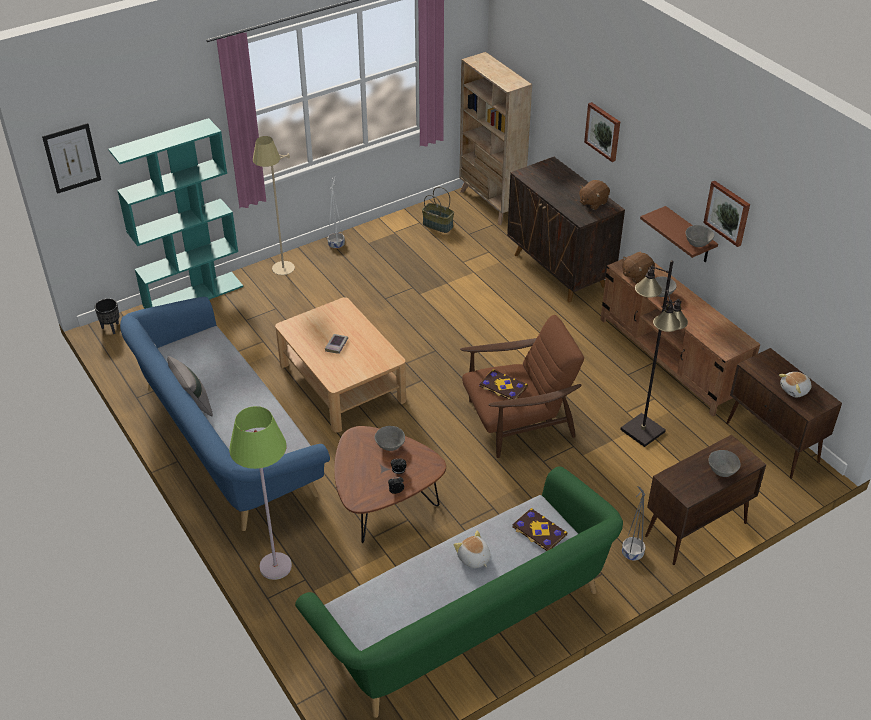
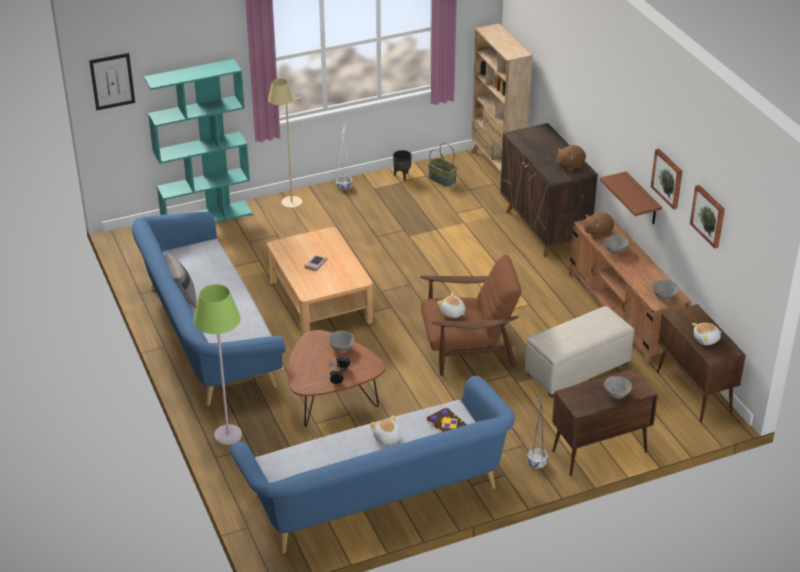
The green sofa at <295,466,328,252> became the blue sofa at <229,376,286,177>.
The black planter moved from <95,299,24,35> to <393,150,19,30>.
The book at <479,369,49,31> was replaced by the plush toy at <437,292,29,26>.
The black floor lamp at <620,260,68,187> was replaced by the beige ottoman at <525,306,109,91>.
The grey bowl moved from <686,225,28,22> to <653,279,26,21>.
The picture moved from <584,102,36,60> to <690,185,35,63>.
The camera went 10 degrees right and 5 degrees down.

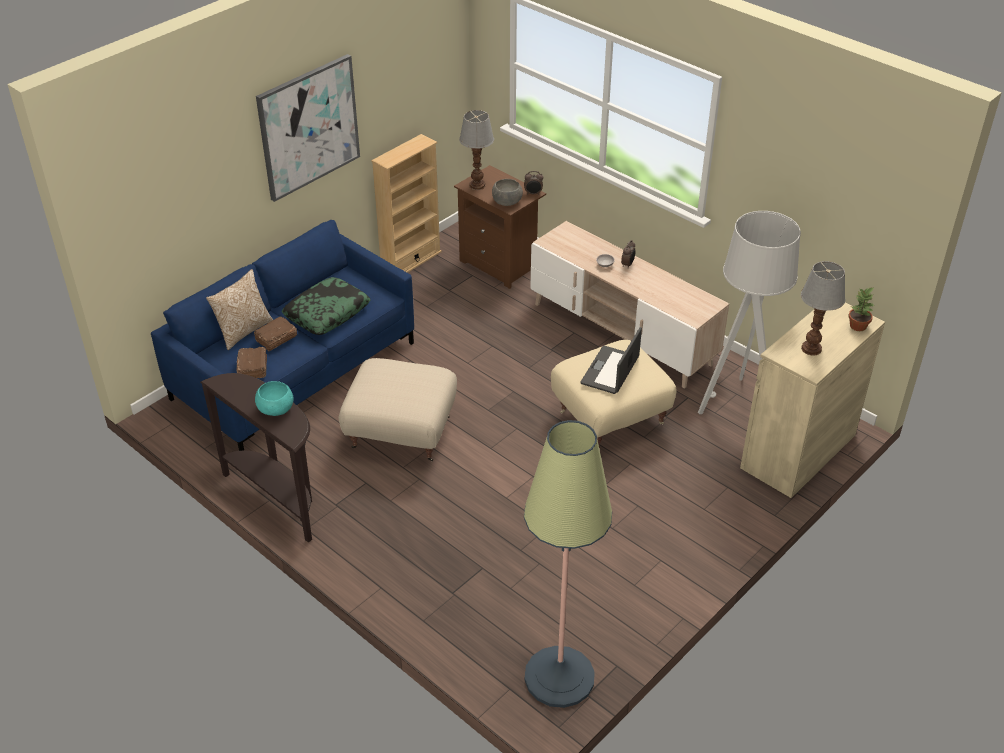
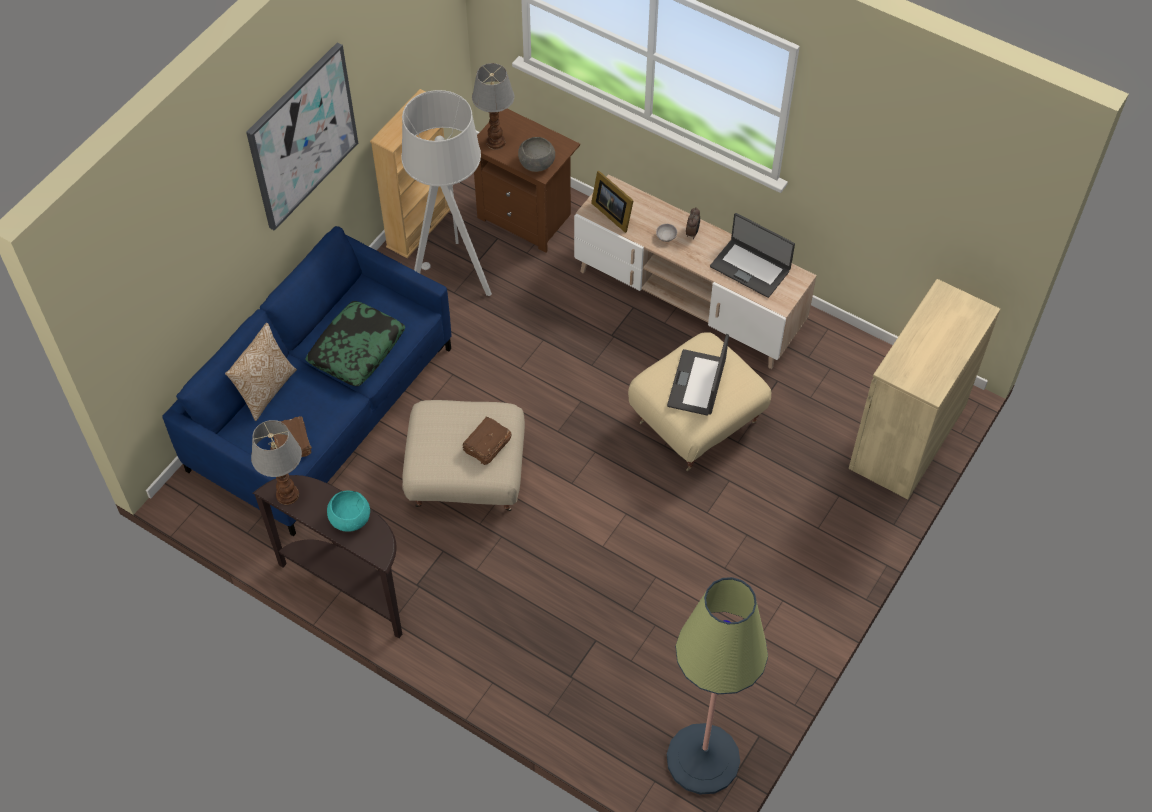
The table lamp moved from <801,261,44,95> to <251,420,51,85>.
The grey floor lamp moved from <698,211,103,203> to <401,90,91,206>.
The brown book moved from <254,316,43,35> to <462,416,50,49>.
The picture frame at <591,171,43,62> appeared.
The laptop at <710,213,85,85> appeared.
The alarm clock at <524,171,19,24> disappeared.
The potted plant at <848,287,27,44> disappeared.
The camera went 10 degrees left and 15 degrees up.

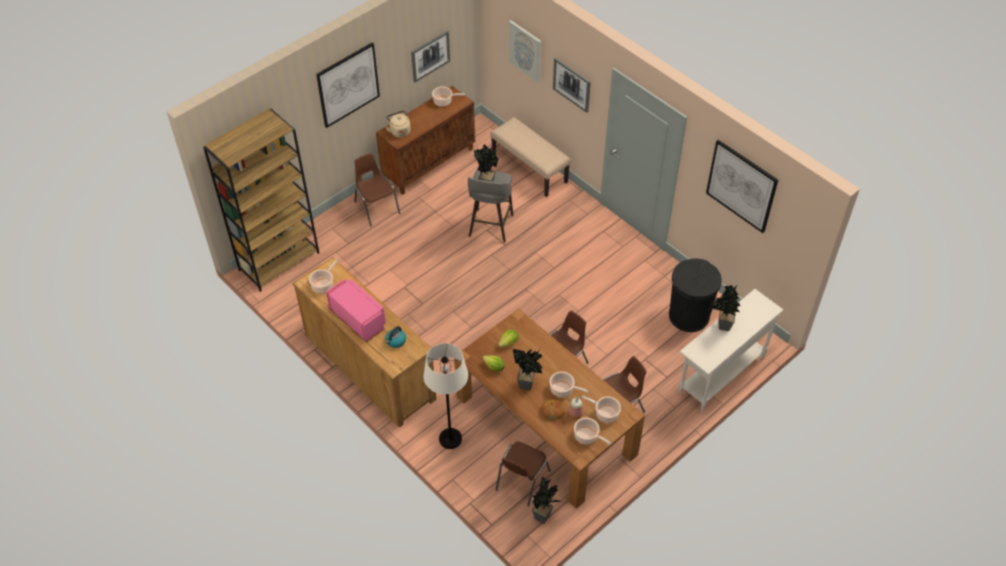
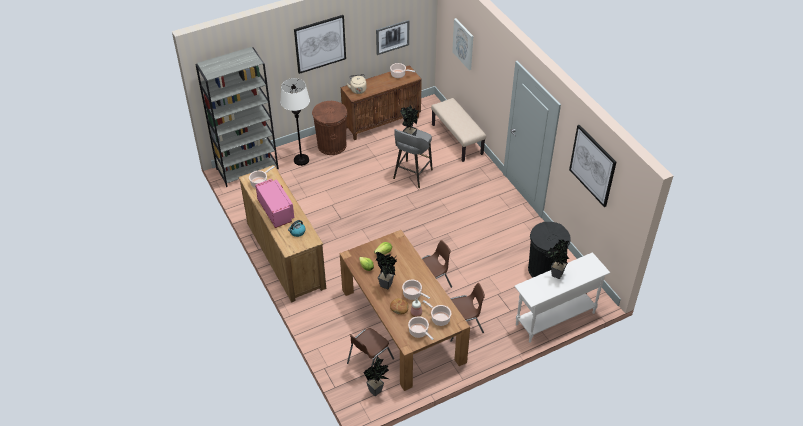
The brown bookcase at <203,109,116,183> became the grey bookcase at <195,47,84,140>.
The white floor lamp moved from <423,343,45,106> to <280,78,30,88>.
The brown chair at <355,153,45,73> was replaced by the brown trash can at <312,101,35,54>.
The picture at <553,57,38,56> disappeared.
The camera went 15 degrees right and 5 degrees down.

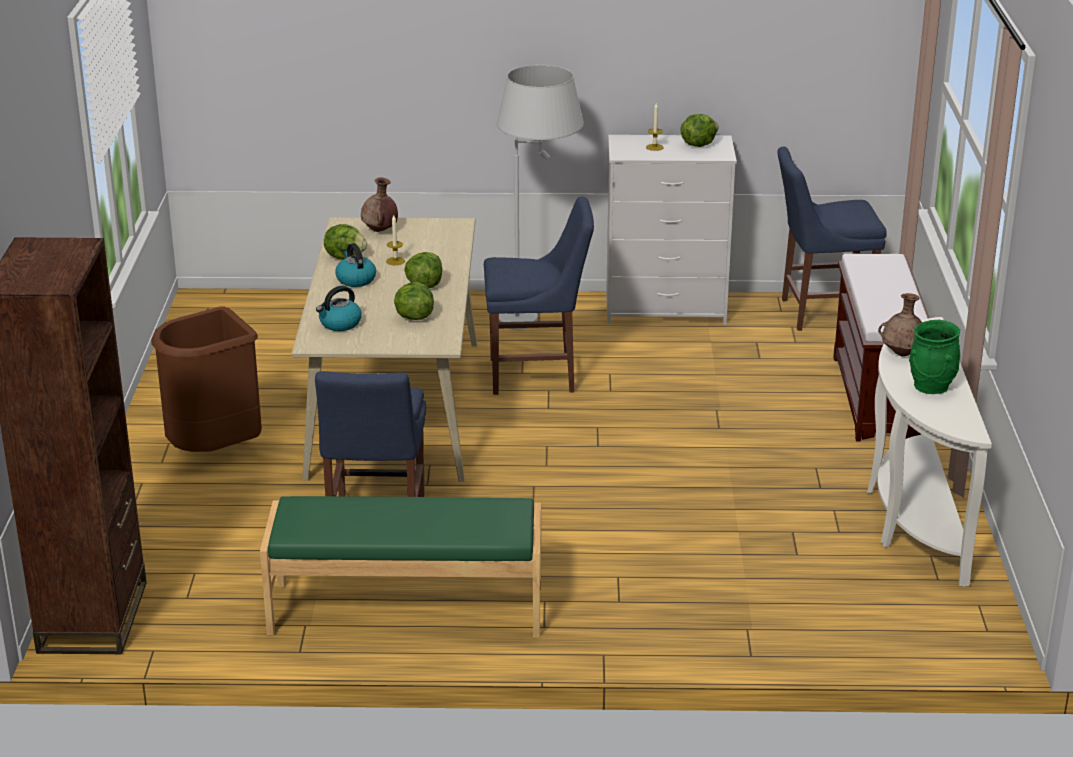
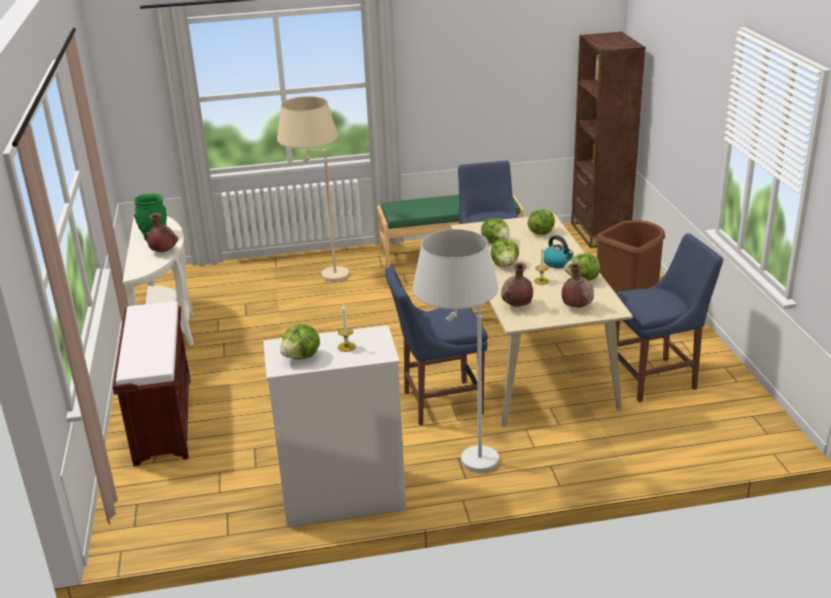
The beige floor lamp at <277,96,72,186> appeared.
The brown vase at <501,262,32,45> appeared.
The kettle at <316,286,46,45> was replaced by the lettuce at <528,209,27,26>.
The blue chair moved from <777,147,110,184> to <610,234,113,168>.
The camera went 170 degrees right and 0 degrees up.

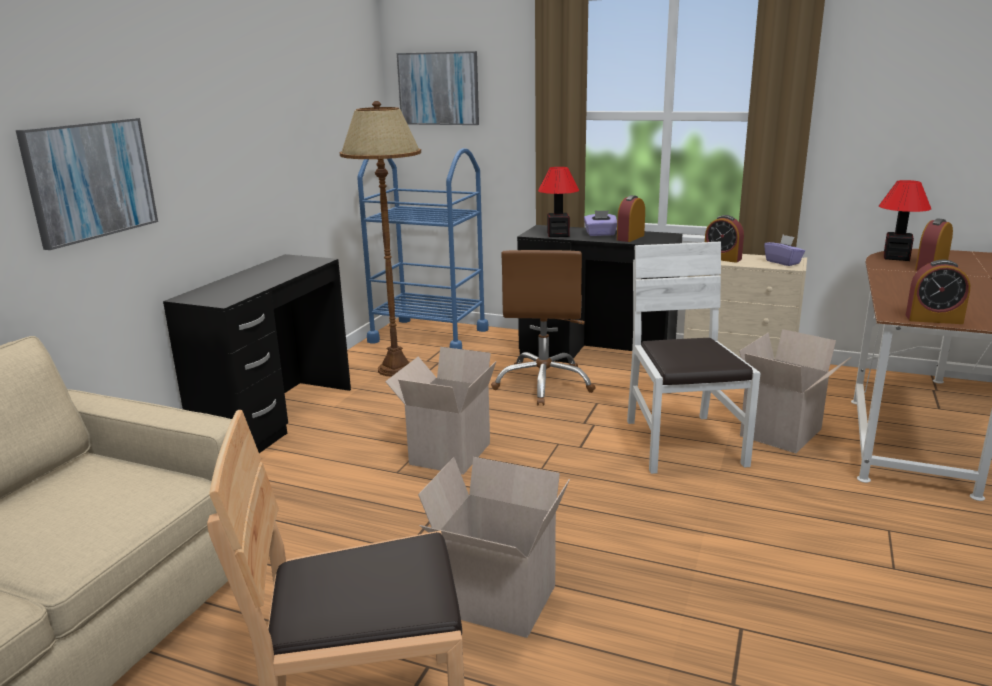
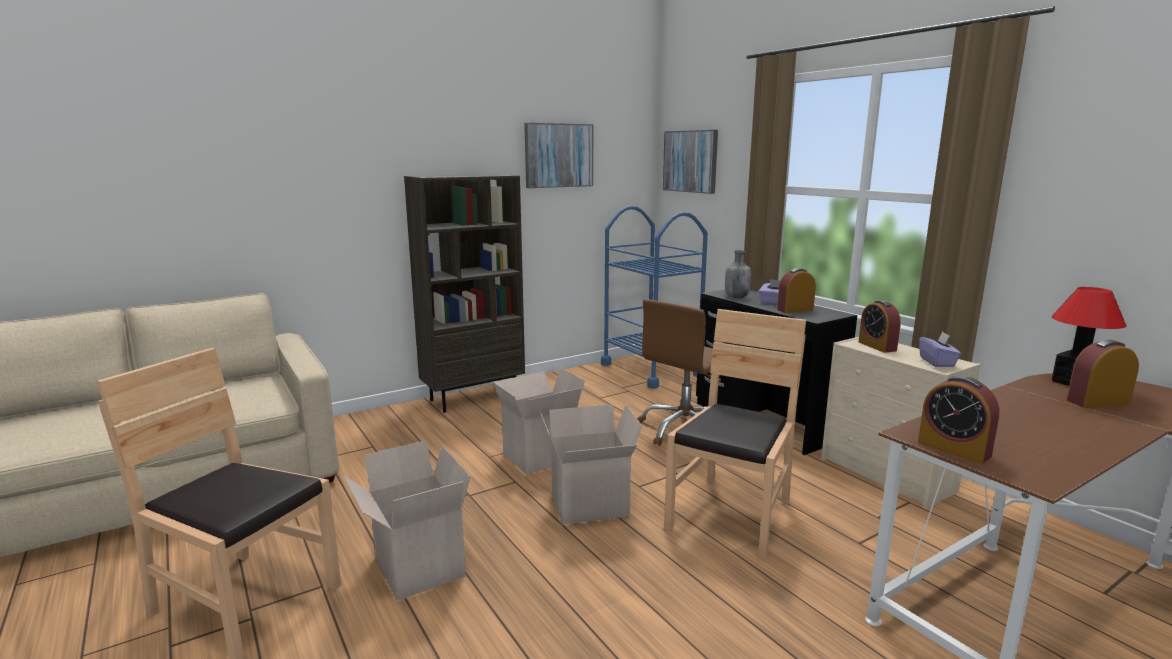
The black desk at <163,254,188,199> was replaced by the brown bookcase at <404,174,121,239>.
The picture moved from <16,118,142,132> to <524,123,69,65>.
The cardboard box moved from <739,329,113,124> to <540,404,102,121>.
The white chair at <627,242,133,232> became the brown chair at <664,309,142,250>.
The table lamp at <538,167,41,70> was replaced by the grey bottle at <725,250,26,48>.
The brown floor lamp at <340,101,81,276> disappeared.
The camera went 35 degrees right and 5 degrees down.

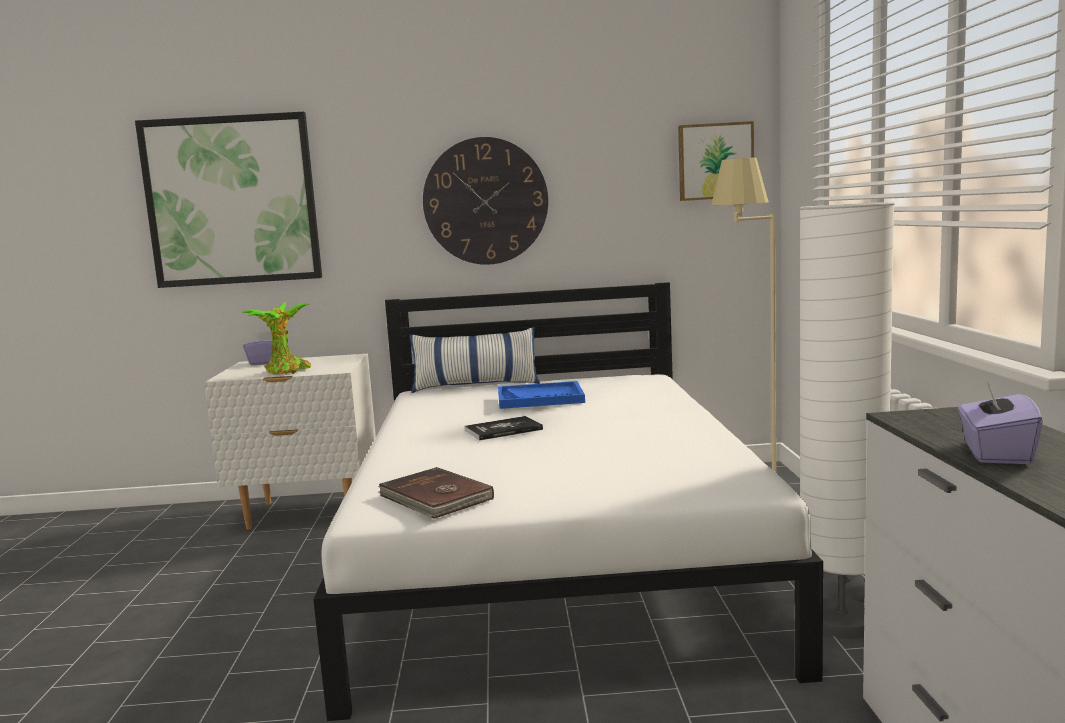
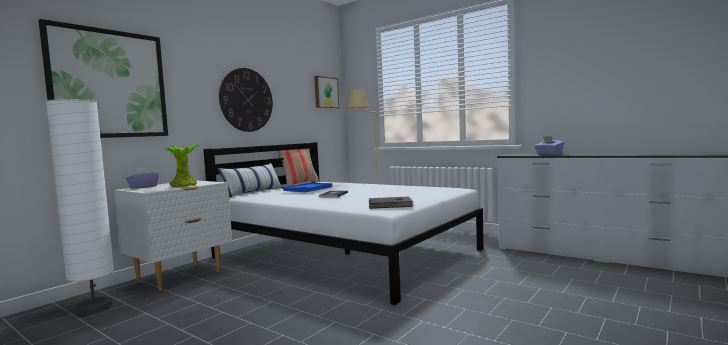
The white floor lamp moved from <799,202,96,437> to <46,99,68,216>.
The pillow at <277,148,42,38> appeared.
The camera went 50 degrees left and 5 degrees down.

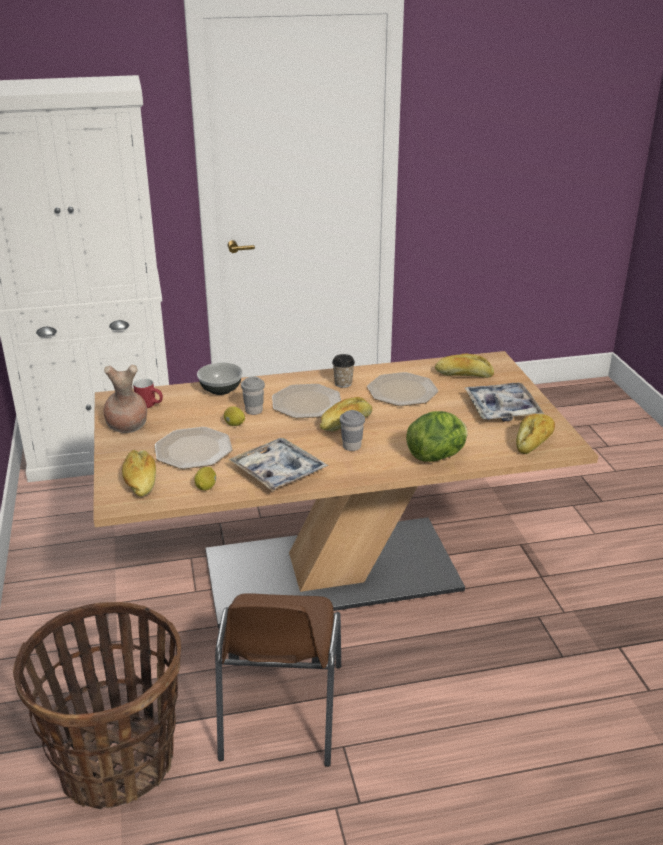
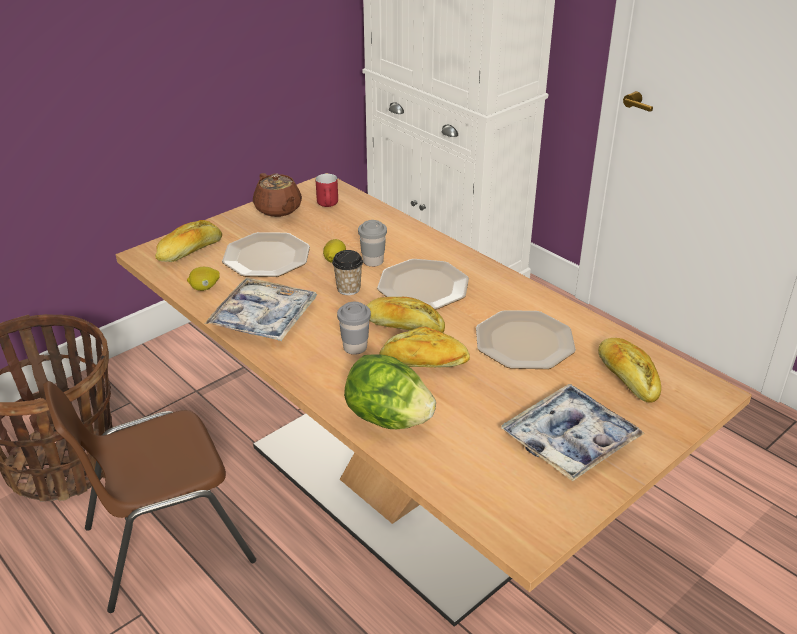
The brown vase at <104,365,43,68> was replaced by the brown teapot at <253,173,49,44>.
The cup moved from <332,354,23,34> to <332,250,31,45>.
The bread moved from <516,414,39,40> to <379,326,91,41>.
The bowl at <197,363,46,32> disappeared.
The camera went 60 degrees right and 5 degrees up.

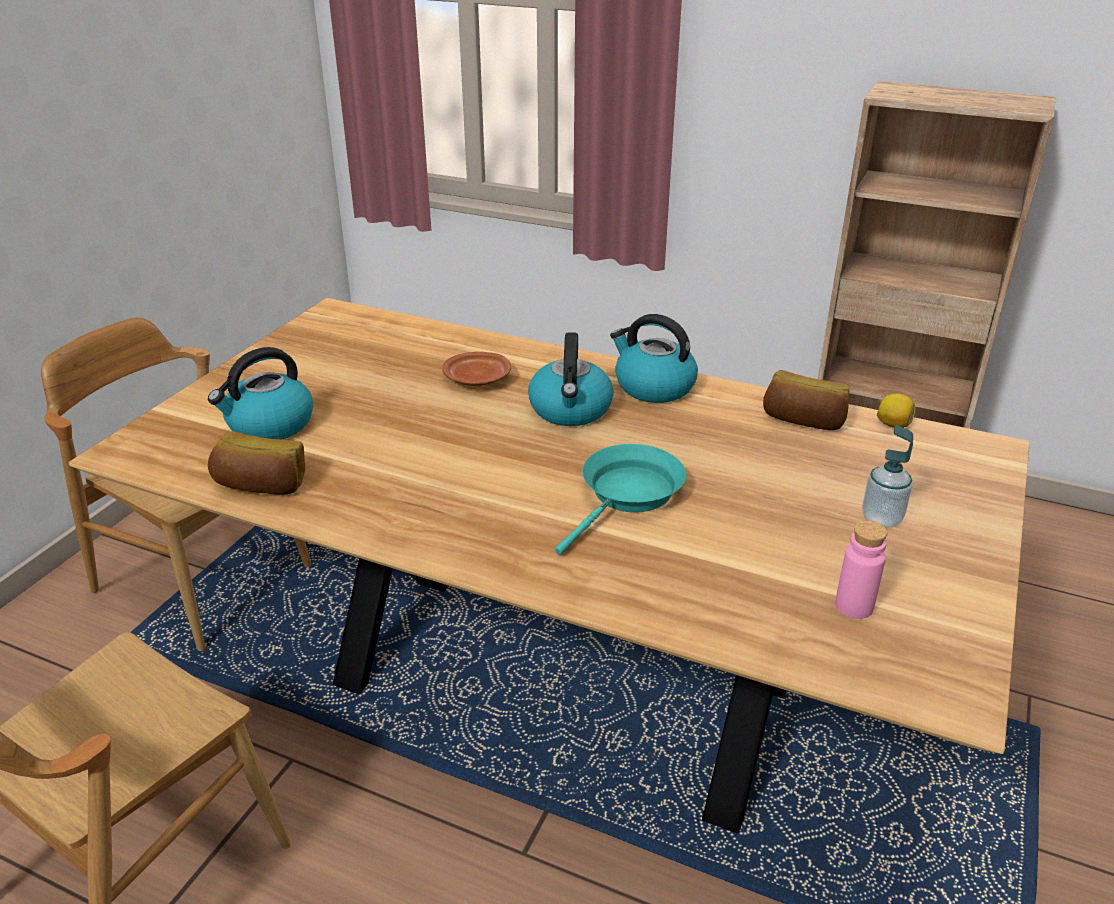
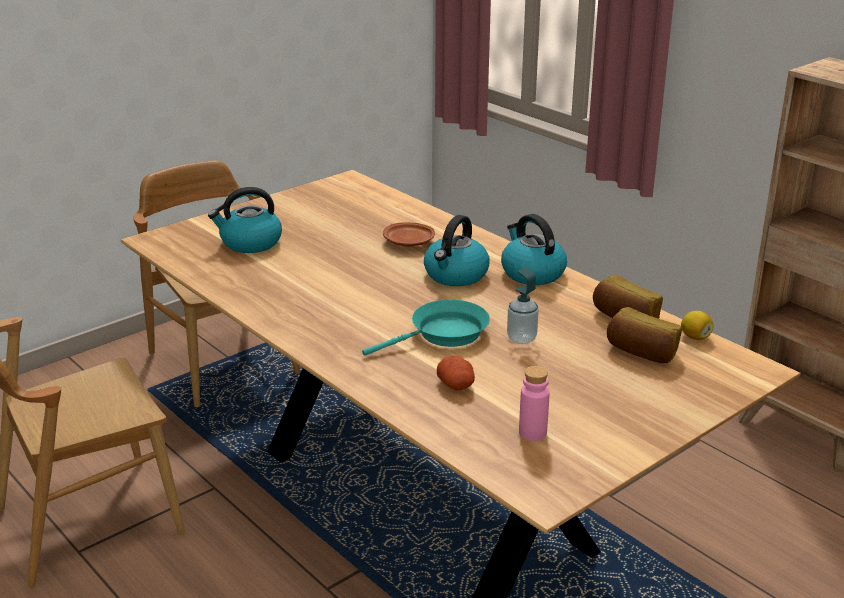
The potato at <437,356,38,34> appeared.
The soap dispenser moved from <862,425,51,103> to <507,267,32,77>.
The bread moved from <208,432,97,63> to <607,307,75,56>.
The camera went 25 degrees right and 5 degrees down.

